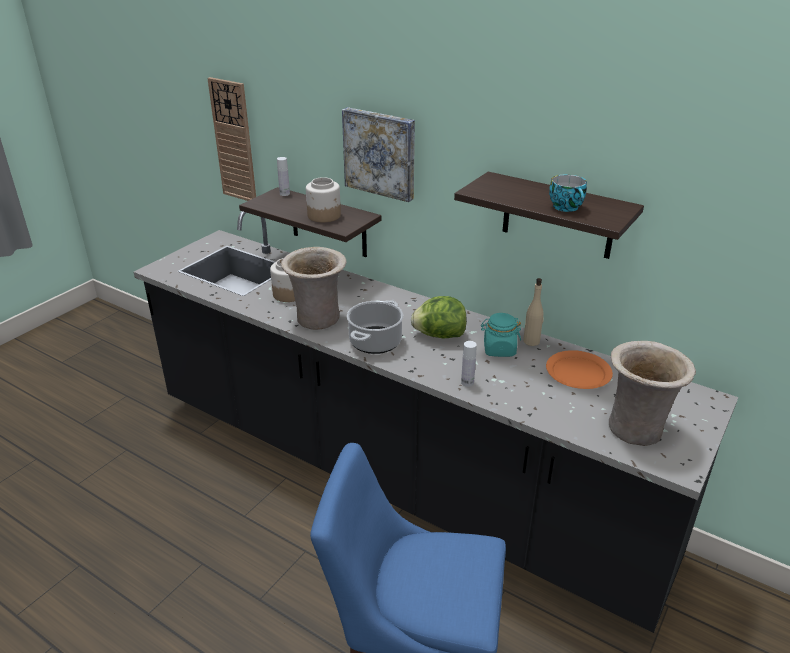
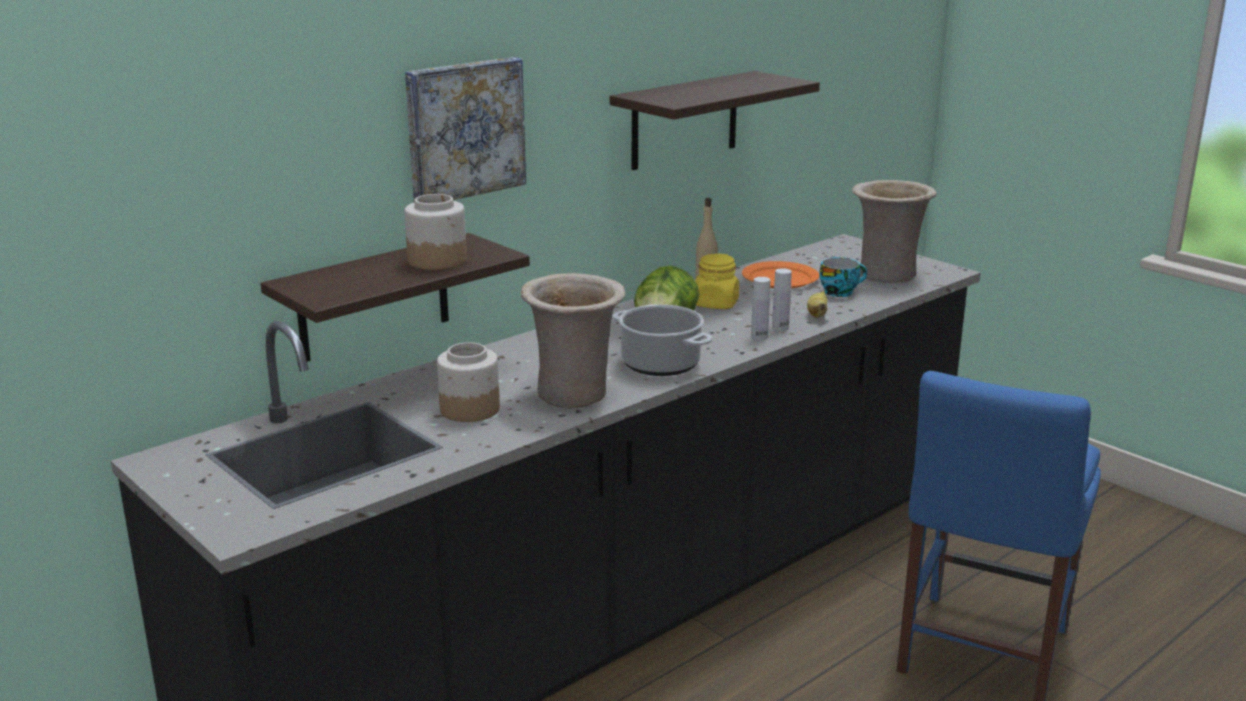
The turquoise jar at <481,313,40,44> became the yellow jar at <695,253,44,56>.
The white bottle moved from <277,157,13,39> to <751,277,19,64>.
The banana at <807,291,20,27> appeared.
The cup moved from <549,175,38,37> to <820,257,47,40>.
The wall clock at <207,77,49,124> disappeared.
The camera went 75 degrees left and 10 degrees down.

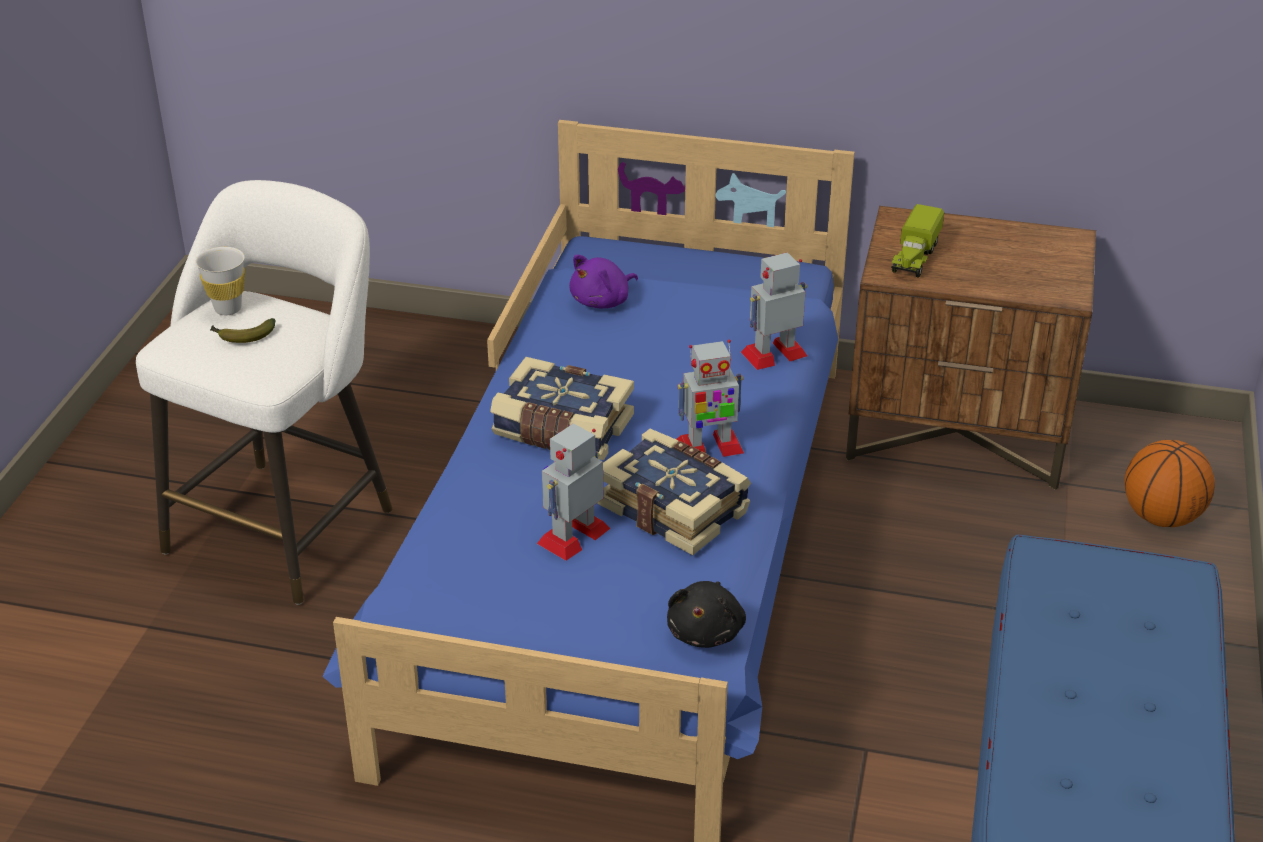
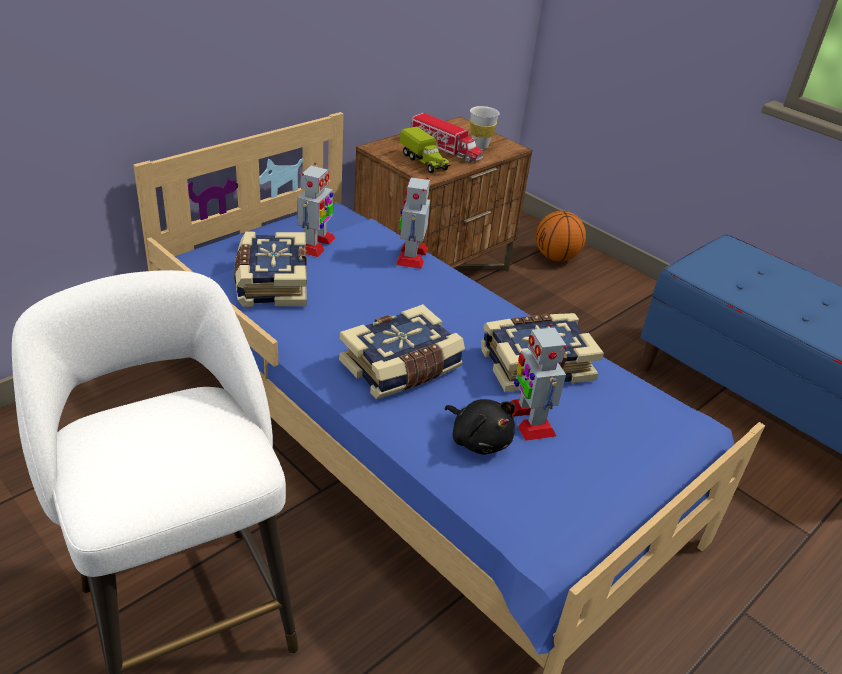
The purple plush toy at <569,255,69,53> was replaced by the book at <234,232,73,75>.
The toy robot moved from <677,340,67,117> to <297,163,38,94>.
The toy truck at <411,113,72,50> appeared.
The black plush toy moved from <667,581,79,67> to <445,399,70,55>.
The white cup moved from <196,247,49,68> to <470,106,30,43>.
The banana at <210,318,66,25> disappeared.
The camera went 60 degrees left and 0 degrees up.

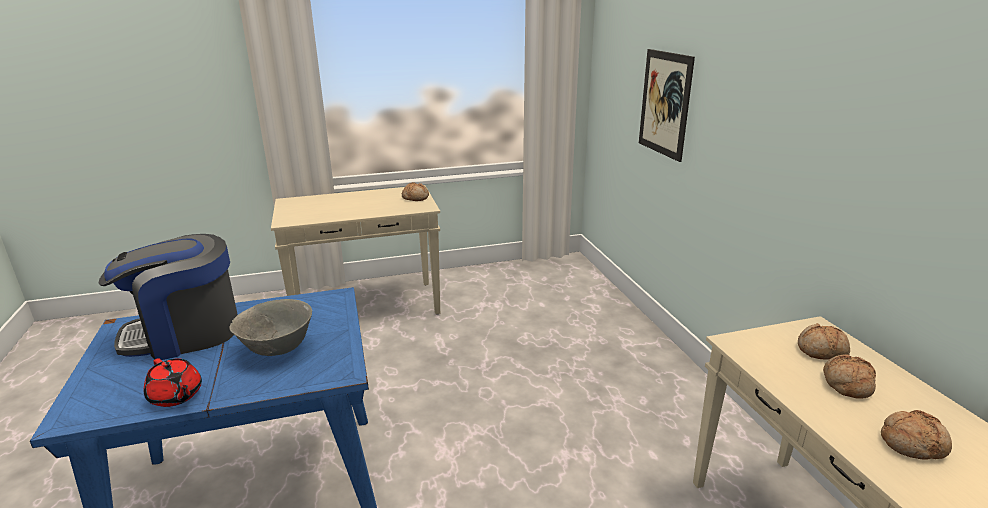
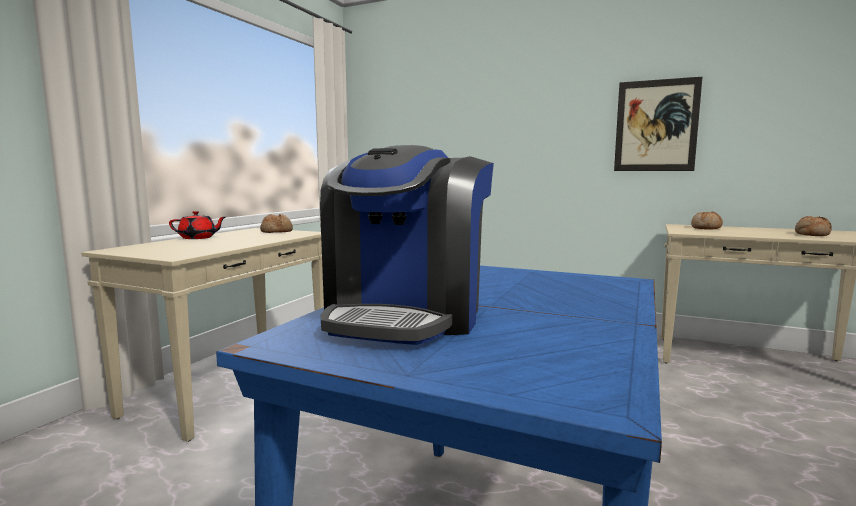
The red teapot moved from <143,358,59,49> to <169,211,56,28>.
The picture moved from <639,49,56,113> to <614,77,88,94>.
The grey bowl at <230,299,82,57> disappeared.
The bread at <823,354,53,45> disappeared.
The camera went 50 degrees left and 15 degrees down.

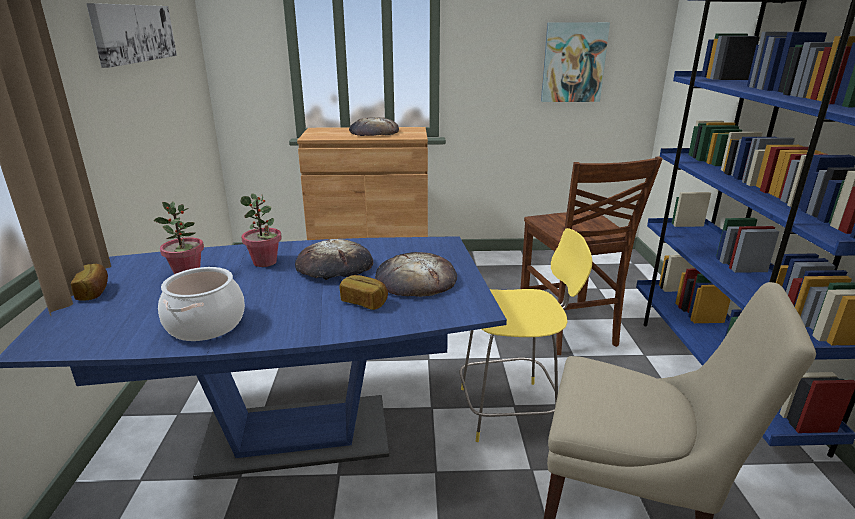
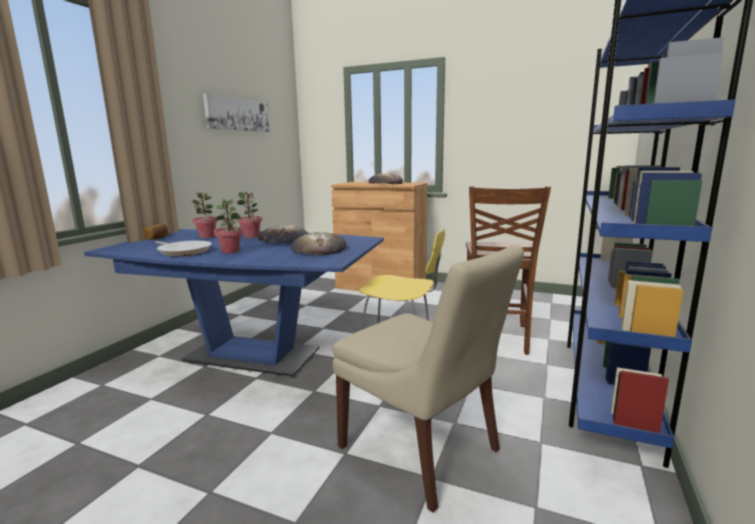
The cooking pot at <158,267,87,74> was replaced by the frying pan at <155,240,57,16>.
The potted plant at <214,199,30,54> appeared.
The bread at <339,275,49,35> disappeared.
The picture at <541,22,69,80> disappeared.
The camera went 25 degrees right and 10 degrees down.

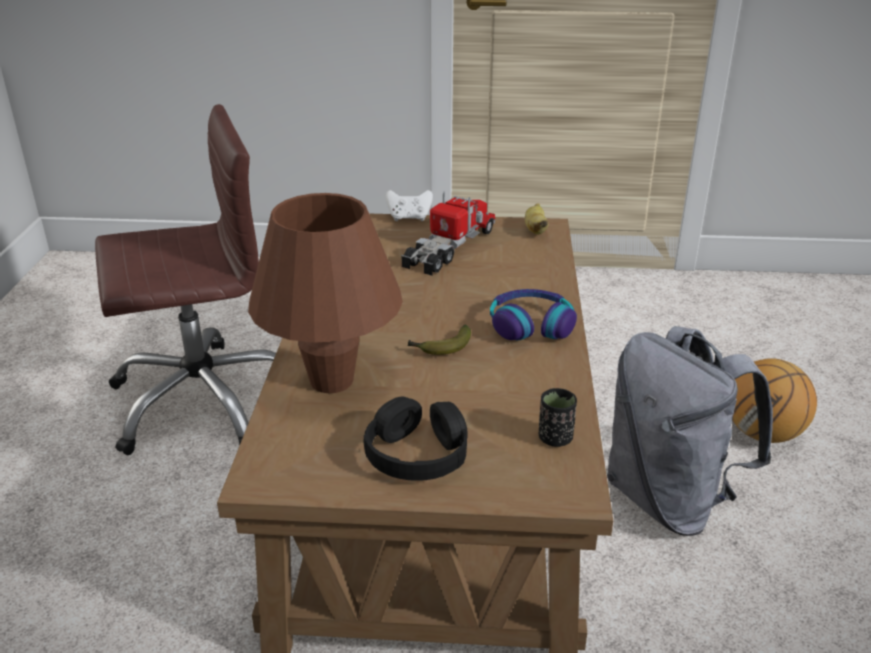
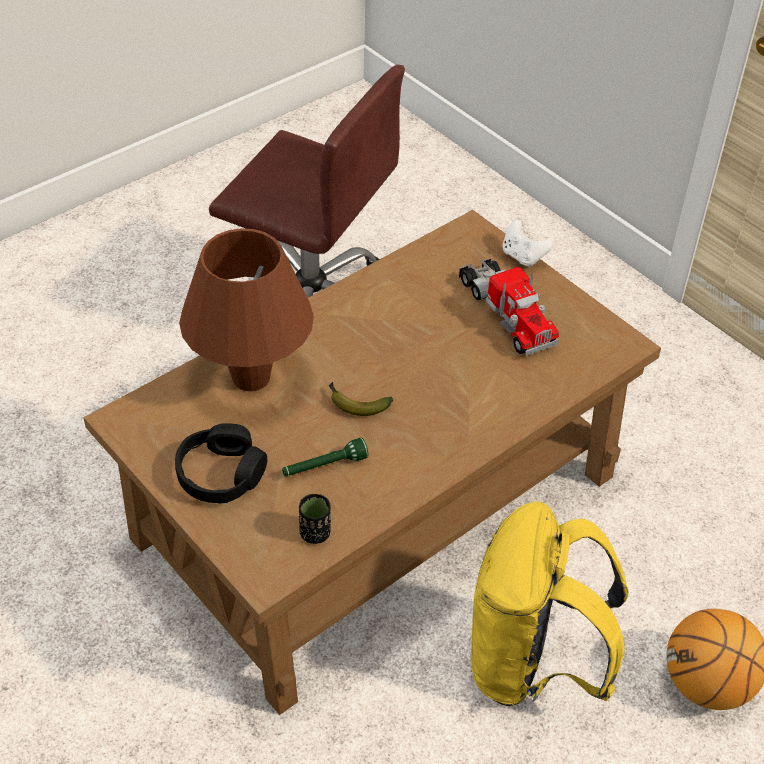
The green flashlight at <282,438,86,38> appeared.
The toy truck at <401,191,94,85> turned 75 degrees clockwise.
The grey backpack at <607,326,166,210> became the yellow backpack at <471,501,158,205>.
The headphones at <490,289,87,51> disappeared.
The banana at <525,203,23,32> disappeared.
The camera went 45 degrees right and 15 degrees up.

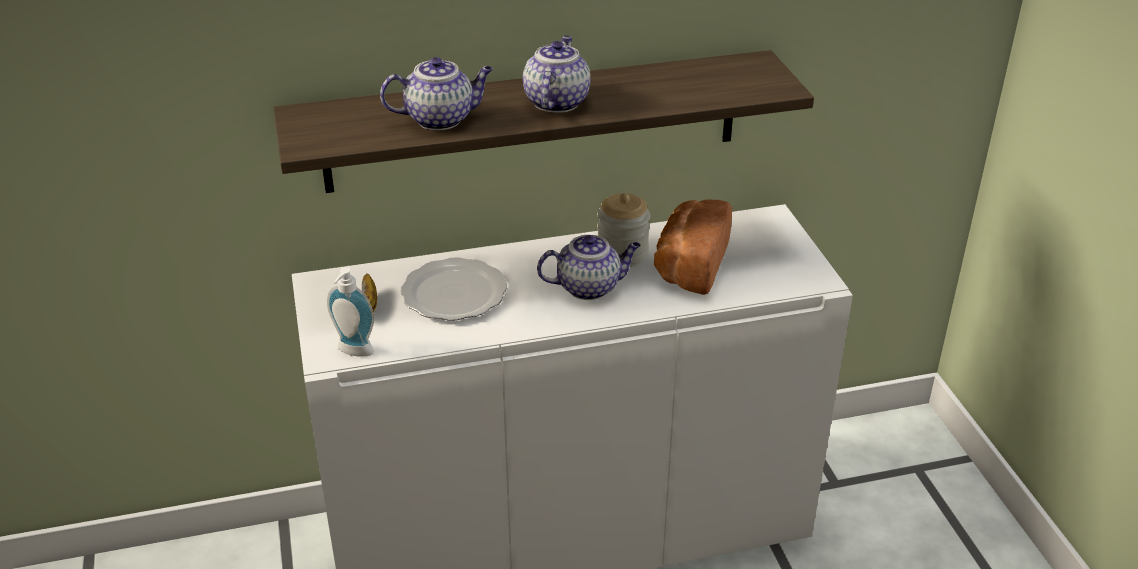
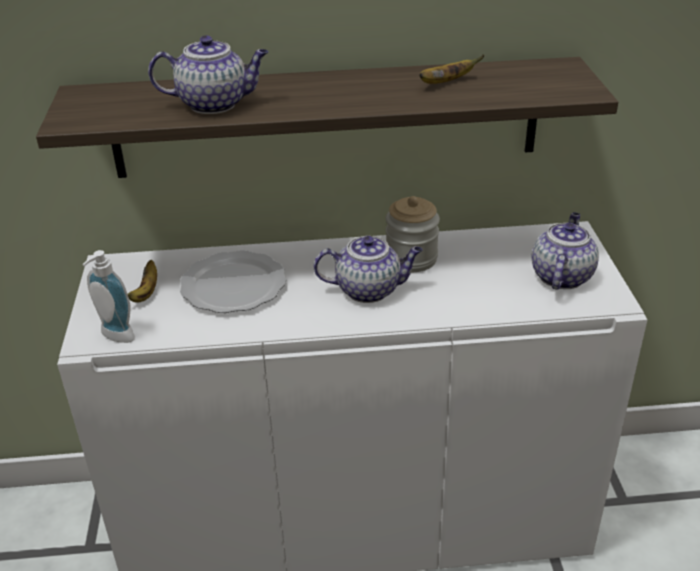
The banana at <419,55,66,29> appeared.
The teapot moved from <523,36,68,77> to <532,212,67,78>.
The bread at <654,199,78,96> disappeared.
The camera went 10 degrees right and 0 degrees up.

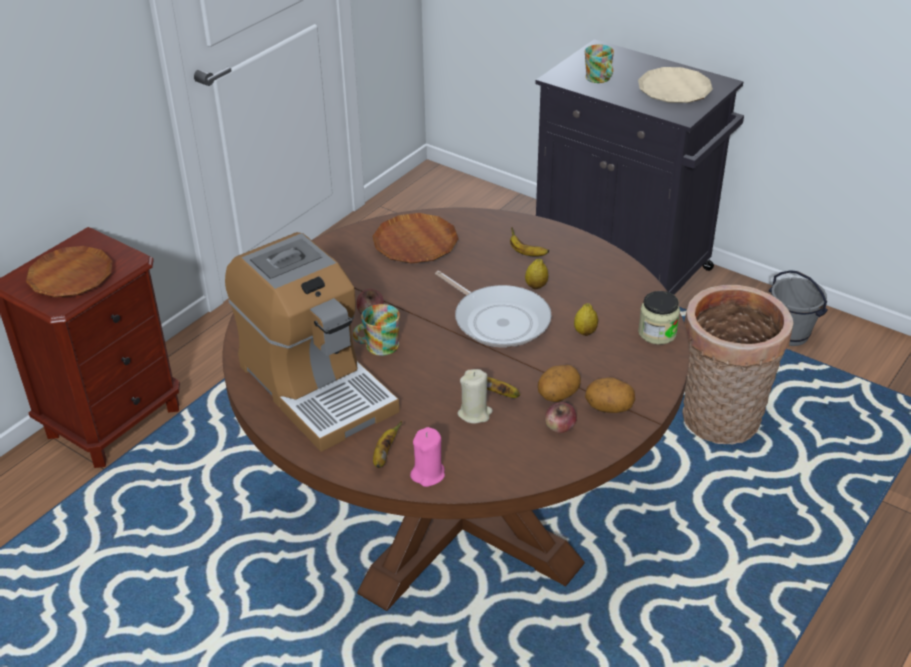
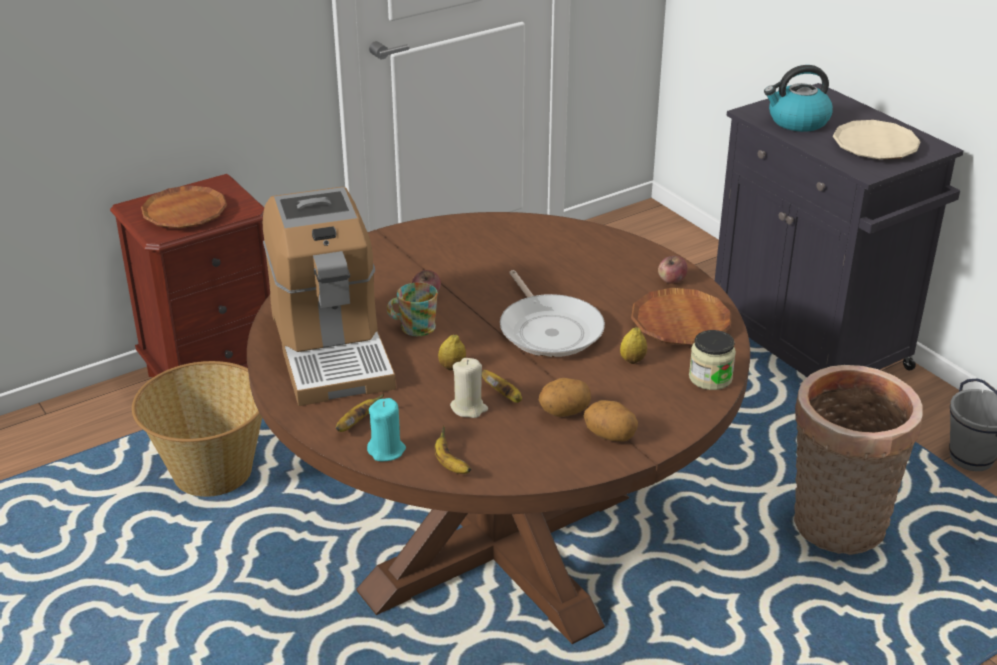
The basket at <132,361,130,136> appeared.
The pink candle at <410,427,35,60> became the turquoise candle at <367,398,39,63>.
The banana moved from <510,227,39,30> to <435,426,36,48>.
The lemon moved from <525,259,23,31> to <438,334,28,36>.
The brown plate moved from <372,213,87,51> to <631,288,101,57>.
The apple moved from <545,402,32,31> to <658,256,29,28>.
The mug at <585,44,29,39> was replaced by the kettle at <764,65,69,67>.
The camera went 20 degrees right and 5 degrees down.

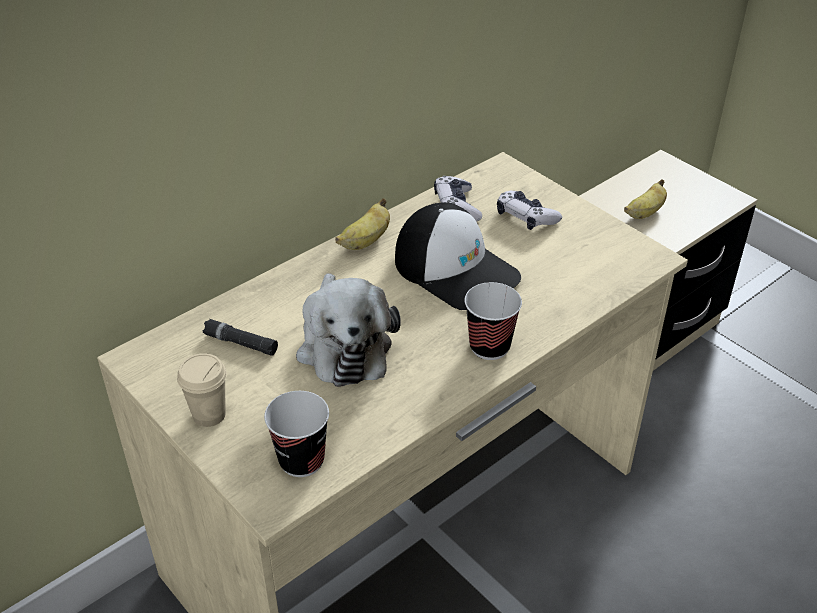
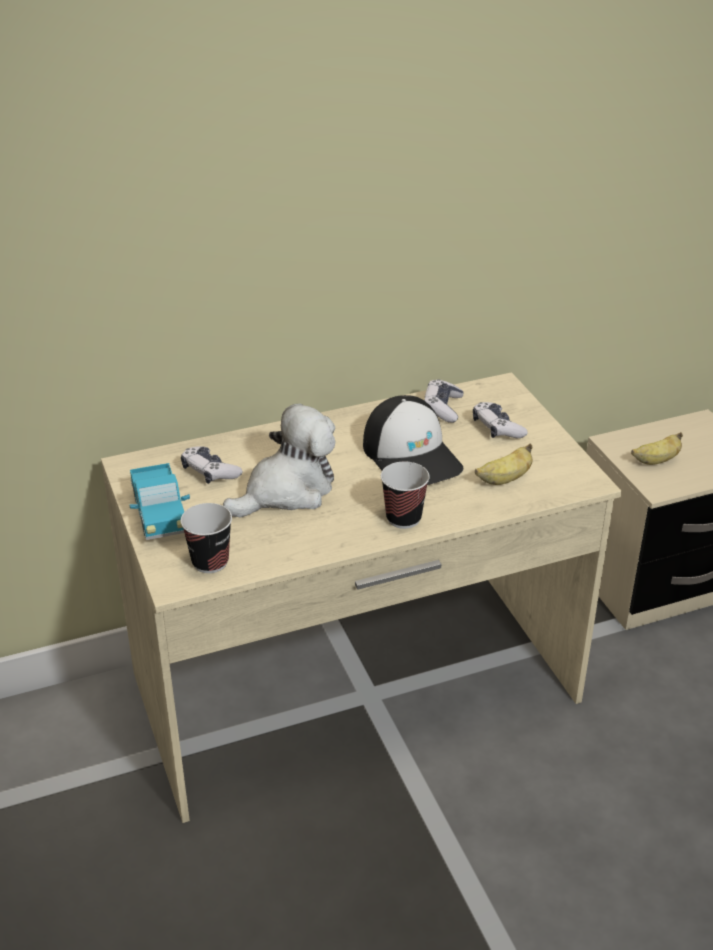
The beige cup at <177,353,50,74> was replaced by the toy truck at <130,463,60,77>.
The black flashlight at <203,319,75,37> was replaced by the game controller at <181,446,62,38>.
The plush toy at <296,273,105,114> turned 135 degrees counterclockwise.
The banana moved from <335,198,55,52> to <475,444,58,41>.
The camera went 20 degrees right and 5 degrees down.

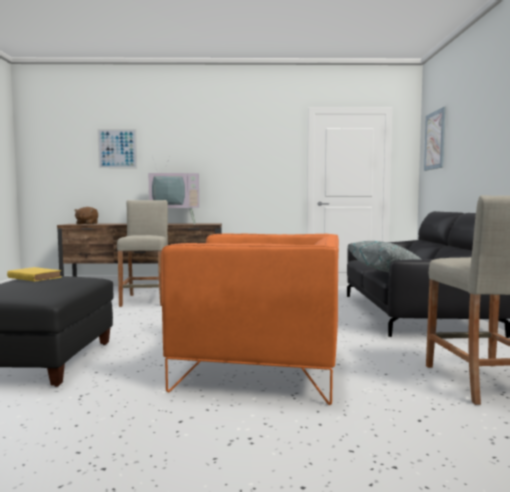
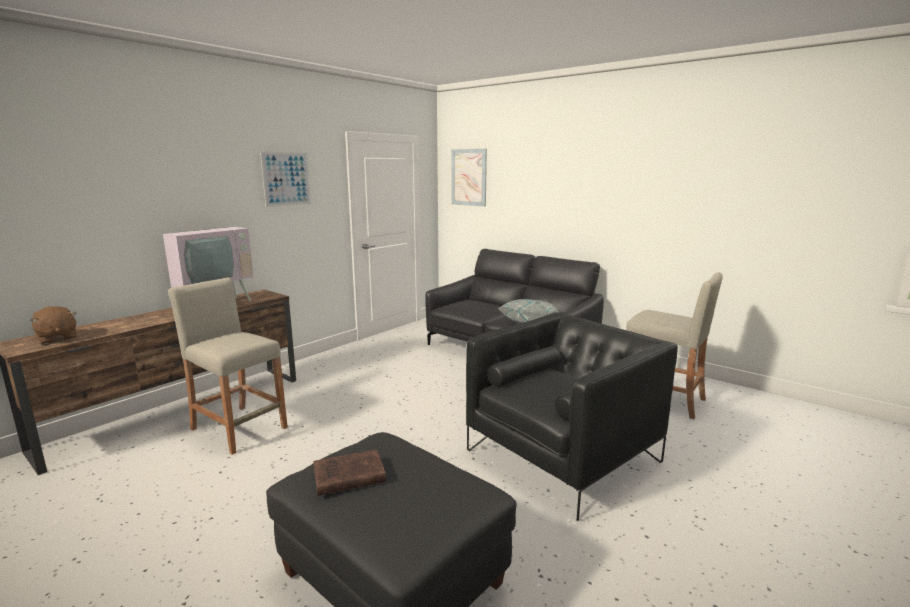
The picture moved from <97,129,40,39> to <260,152,51,55>.
The yellow book at <7,267,55,15> became the brown book at <313,449,73,47>.
The orange armchair at <161,233,178,172> became the black armchair at <466,312,212,209>.
The camera went 50 degrees left and 10 degrees up.

